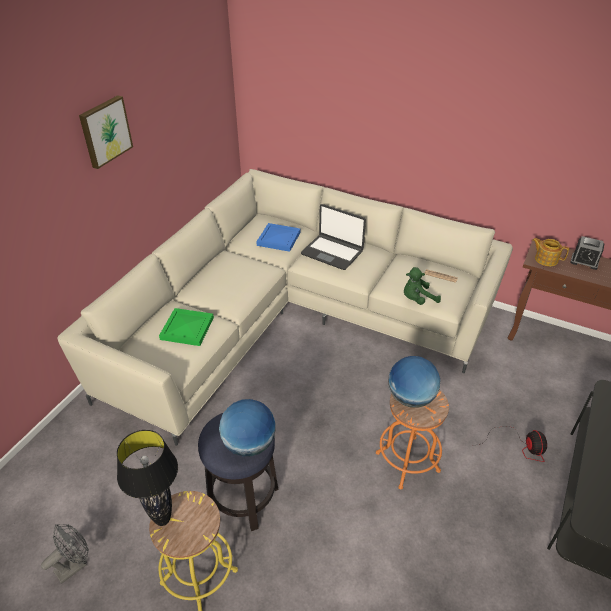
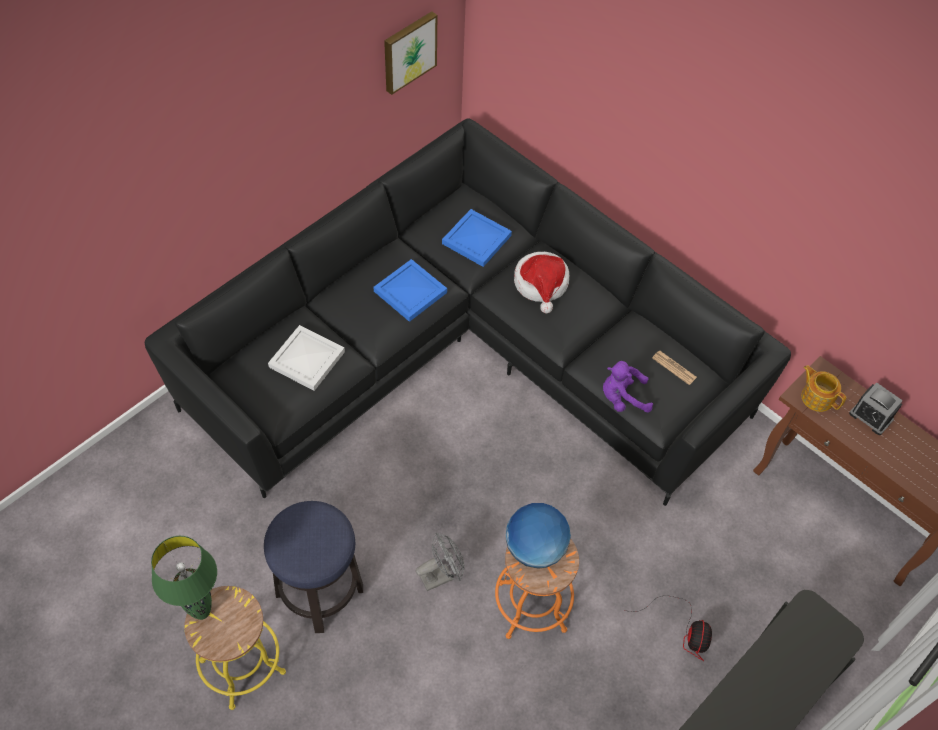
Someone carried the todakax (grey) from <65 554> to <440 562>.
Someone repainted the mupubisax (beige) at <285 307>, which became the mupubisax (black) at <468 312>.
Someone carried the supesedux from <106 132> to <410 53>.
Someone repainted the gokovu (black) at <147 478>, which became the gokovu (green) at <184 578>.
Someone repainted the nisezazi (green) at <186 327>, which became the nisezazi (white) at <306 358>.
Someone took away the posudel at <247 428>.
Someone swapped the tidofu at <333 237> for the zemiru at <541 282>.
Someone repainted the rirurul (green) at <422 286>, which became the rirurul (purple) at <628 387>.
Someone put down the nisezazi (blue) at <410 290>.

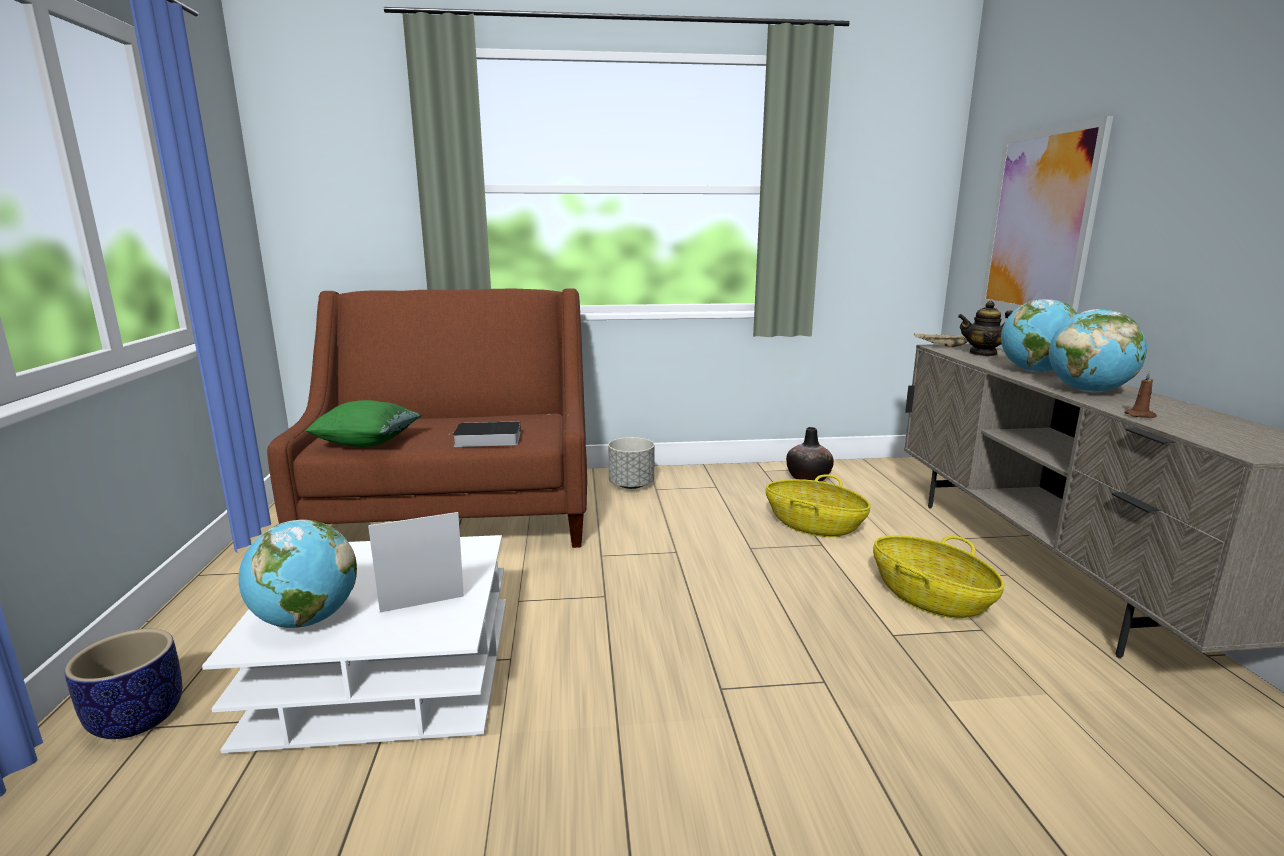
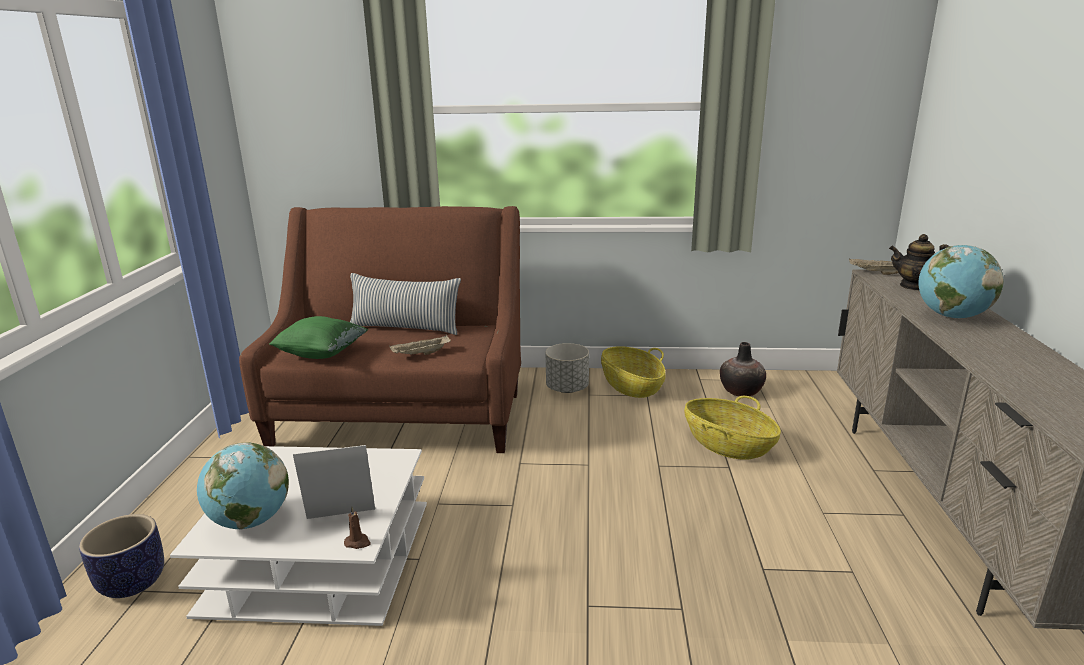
Someone swapped the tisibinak at <484 434> for the nisezazi (beige) at <420 345>.
Someone carried the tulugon from <939 576> to <633 372>.
Someone took away the supesedux at <1047 214>.
Someone took away the posudel at <1097 350>.
Someone carried the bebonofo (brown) from <1140 394> to <357 528>.
Someone put down the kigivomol at <405 304>.

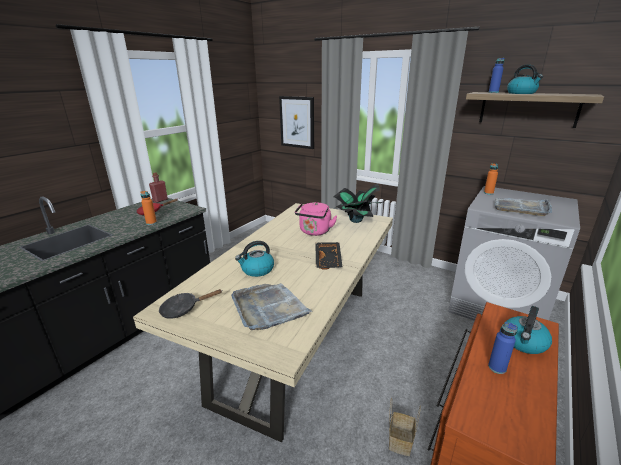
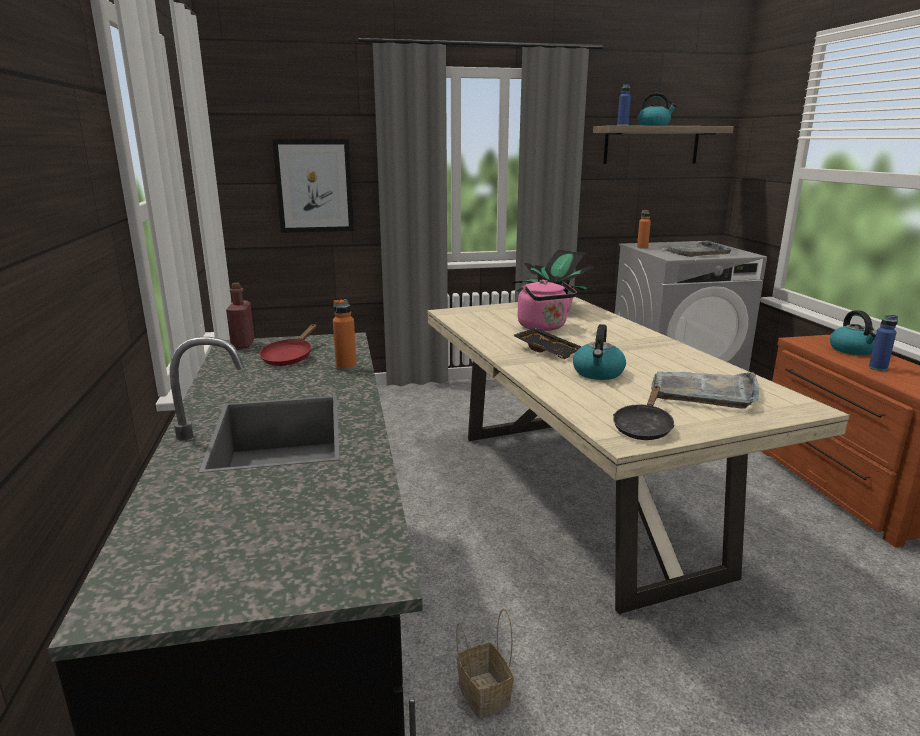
Someone carried the nisezazi (black) from <328 256> to <547 343>.
Someone carried the tulugon from <405 426> to <485 663>.

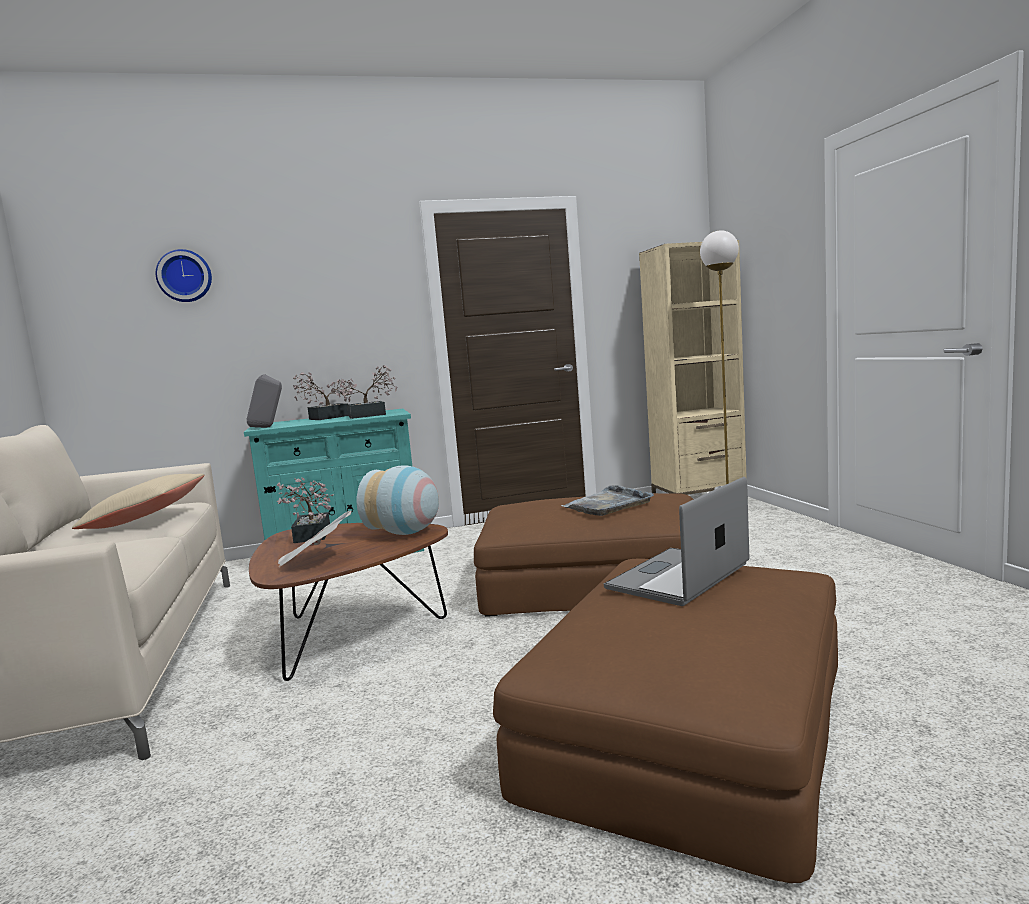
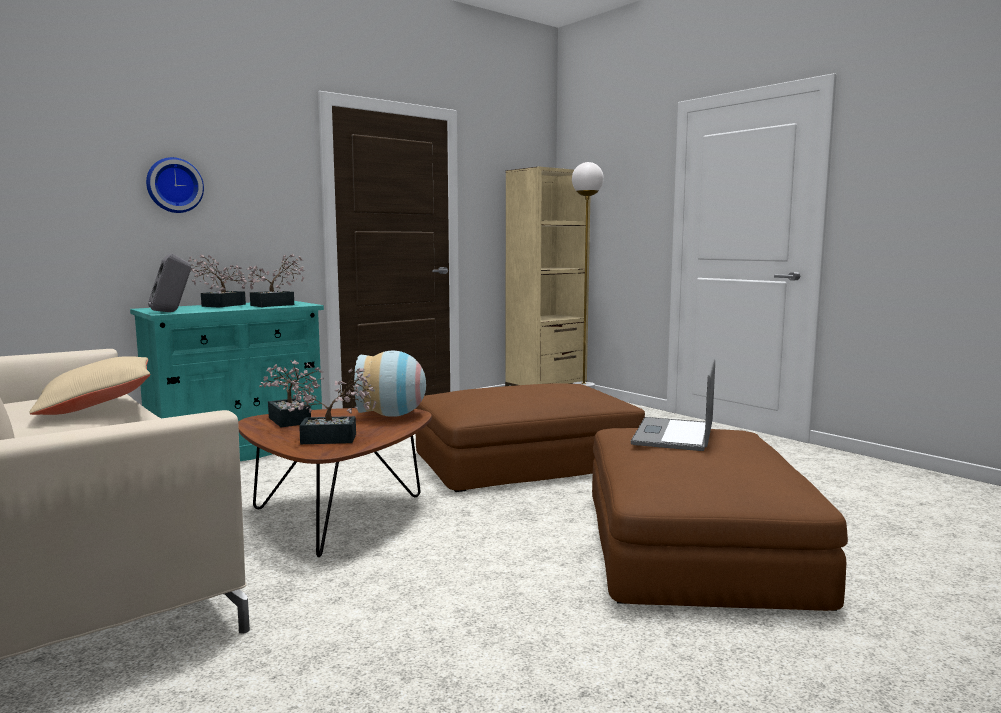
Someone carried the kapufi from <184 275> to <175 185>.
Someone swapped the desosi at <314 539> for the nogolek at <331 406>.
Someone took away the nisezazi (grey) at <607 500>.

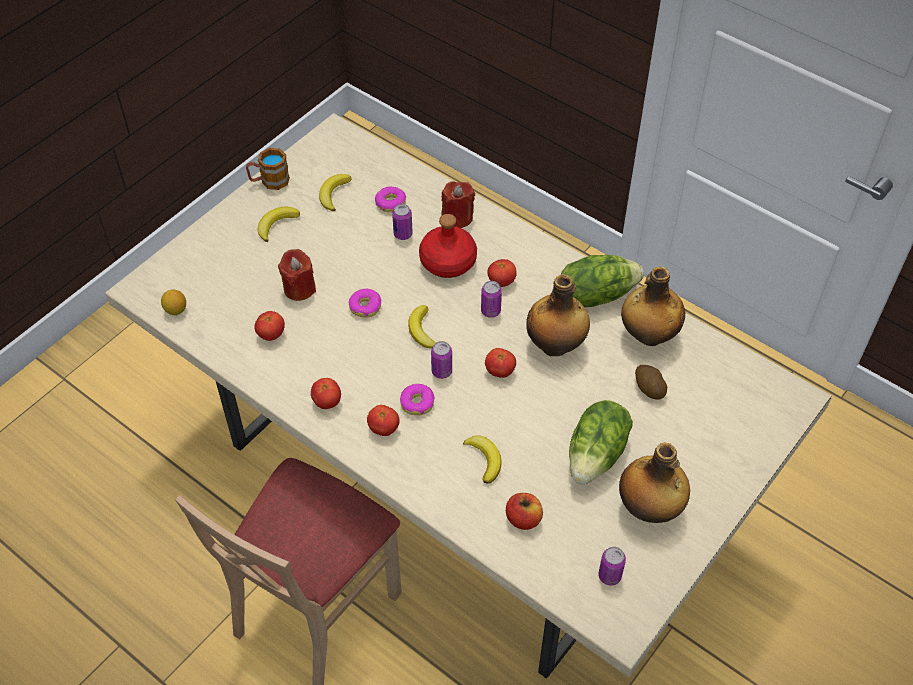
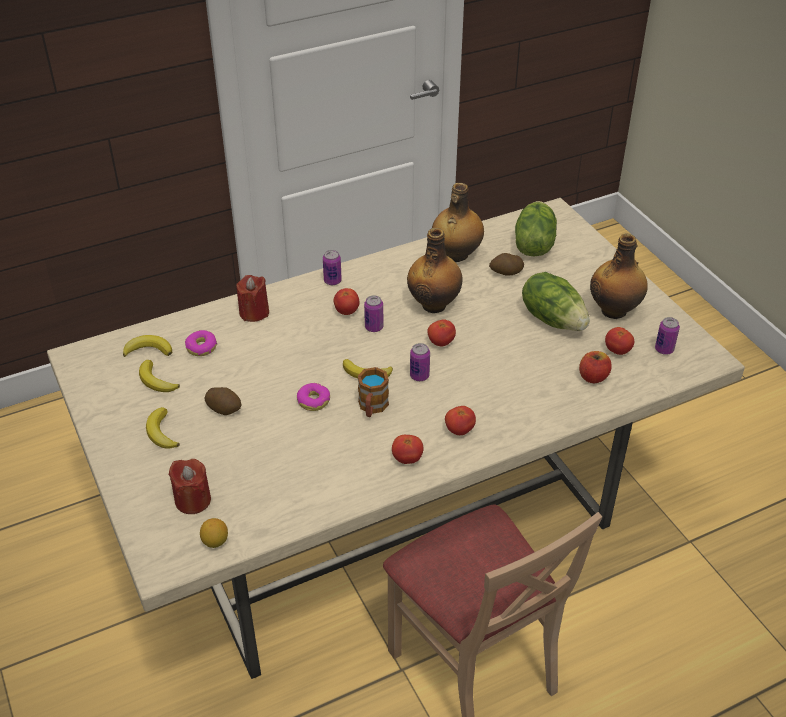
Someone carried the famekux from <268 169> to <373 392>.
Someone carried the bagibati from <270 326> to <619 341>.
Someone carried the bebonofo (red) from <297 275> to <190 486>.
Someone carried the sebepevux from <402 222> to <332 267>.
Someone took away the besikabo at <417 399>.
Someone took away the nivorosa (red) at <448 246>.
Someone carried the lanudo from <482 459> to <147 346>.
Someone carried the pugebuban from <602 281> to <536 229>.
Someone put down the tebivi at <223 401>.

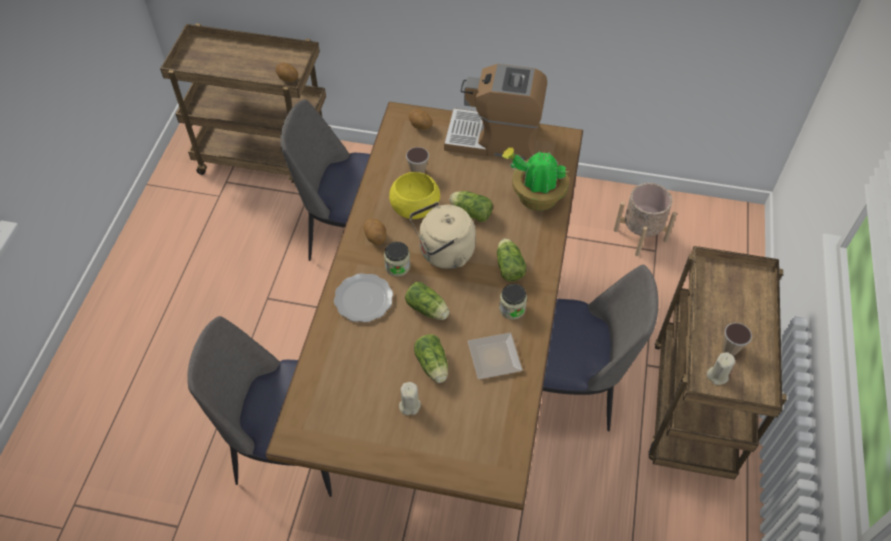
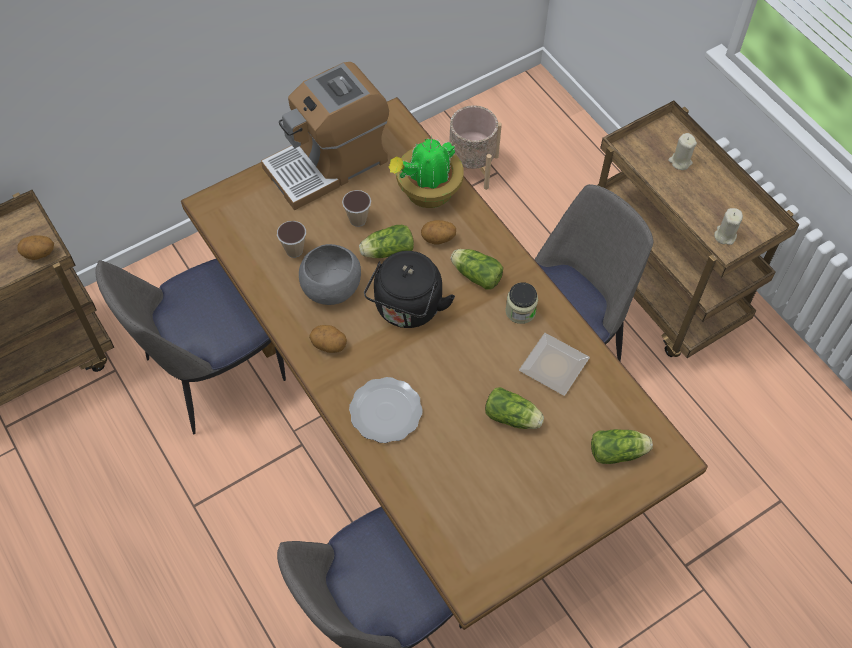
Someone took away the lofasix at <397 259>.
Someone repainted the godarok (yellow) at <414 195>, which became the godarok (grey) at <330 274>.
Someone carried the bebonofo (beige) from <410 398> to <682 151>.
Someone carried the pugebuban from <427 301> to <622 446>.
Someone carried the tebivi from <421 119> to <438 232>.
Someone repainted the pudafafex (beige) at <442 235>, which became the pudafafex (black) at <409 289>.
Someone carried the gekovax from <737 339> to <356 208>.

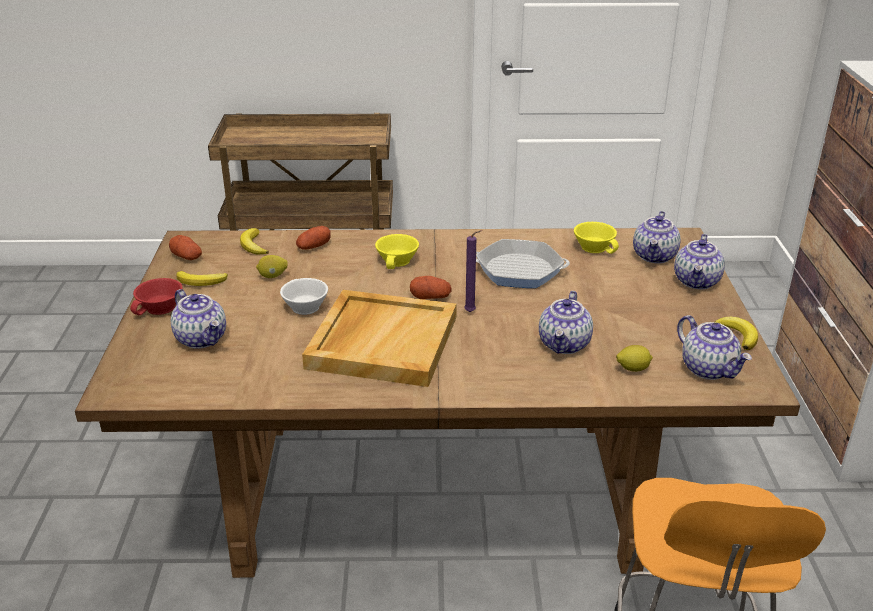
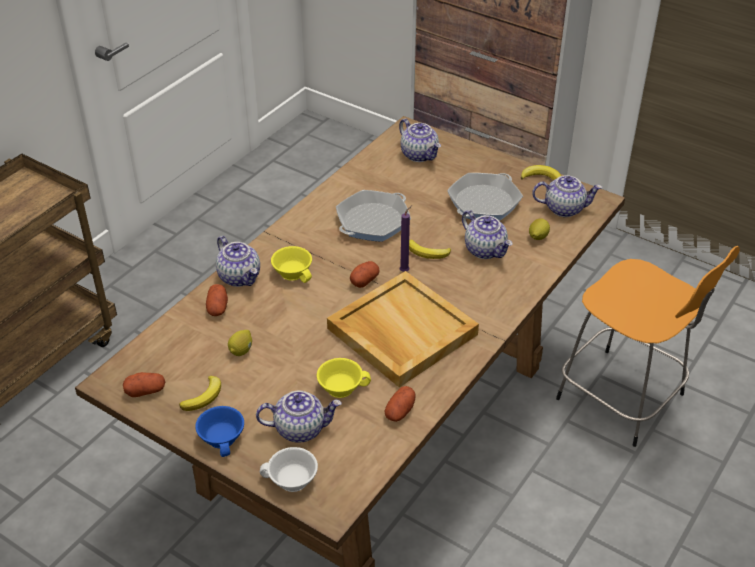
Someone repainted the gekovax (red) at <156 296>, which became the gekovax (blue) at <219 431>.
Someone carried the lanudo from <254 241> to <430 249>.
Someone carried the gekovax (white) from <304 296> to <289 469>.
Someone carried the gekovax (yellow) from <596 238> to <344 378>.
Someone carried the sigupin from <699 261> to <238 261>.
Someone put down the tebivi at <399 404>.
Someone put down the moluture at <485 197>.

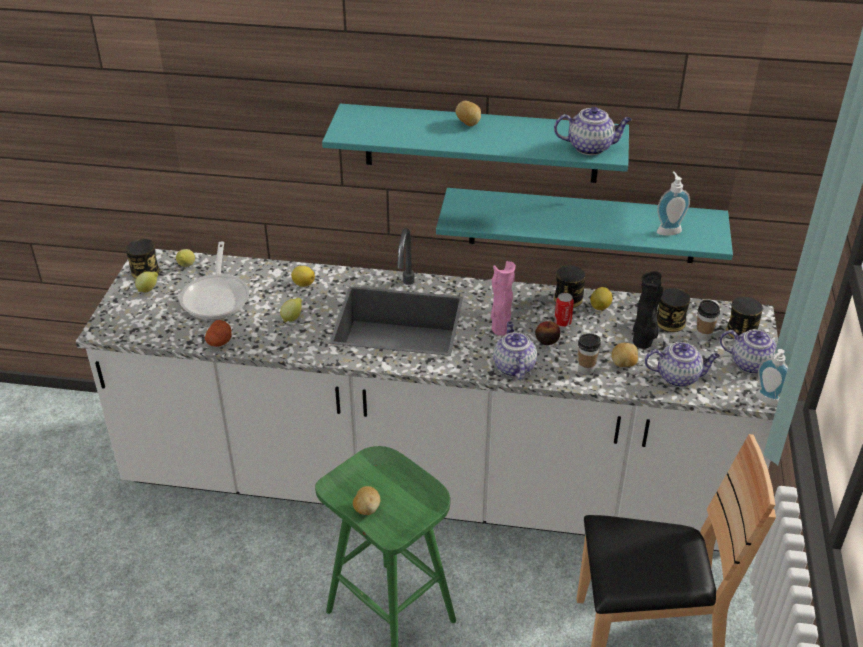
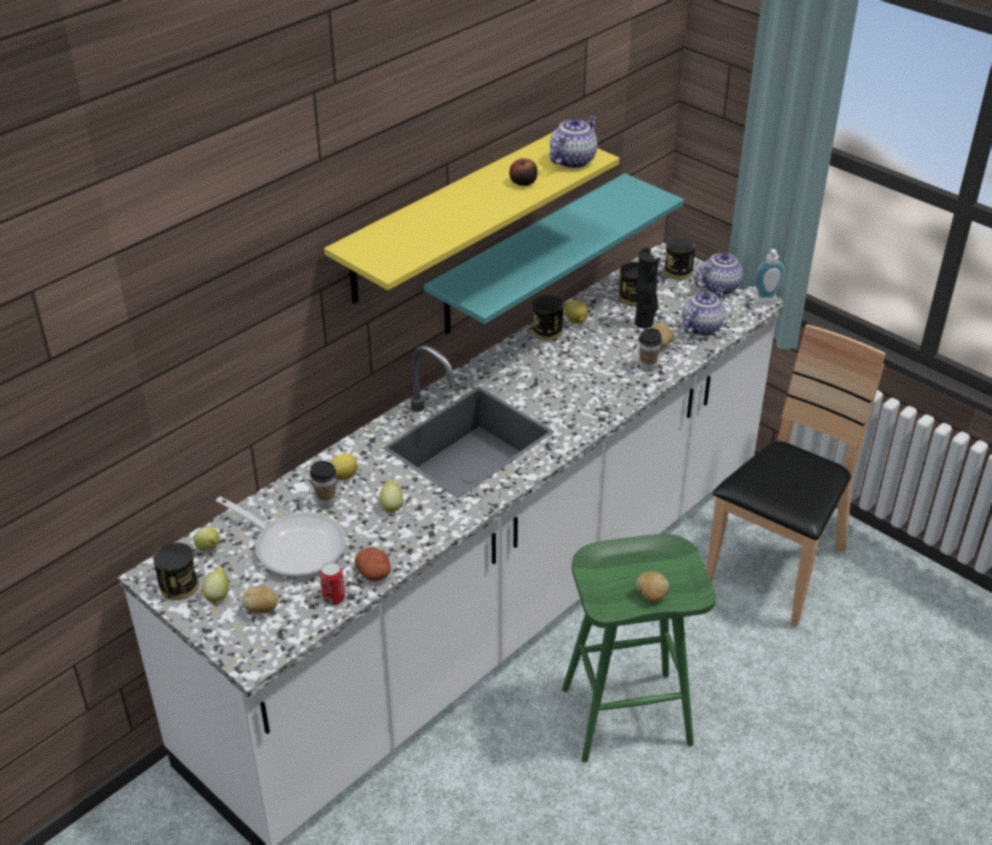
Someone repainted the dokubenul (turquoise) at <475 143>, which became the dokubenul (yellow) at <471 218>.
Someone carried the tebivi from <468 113> to <260 599>.
Someone took away the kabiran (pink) at <503 298>.
Someone took away the sigupin at <515 350>.
Someone carried the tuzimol from <547 333> to <523 172>.
Someone carried the sebepevux from <564 310> to <332 583>.
Someone took away the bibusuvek at <673 204>.
Someone carried the gekovax from <708 320> to <323 484>.

